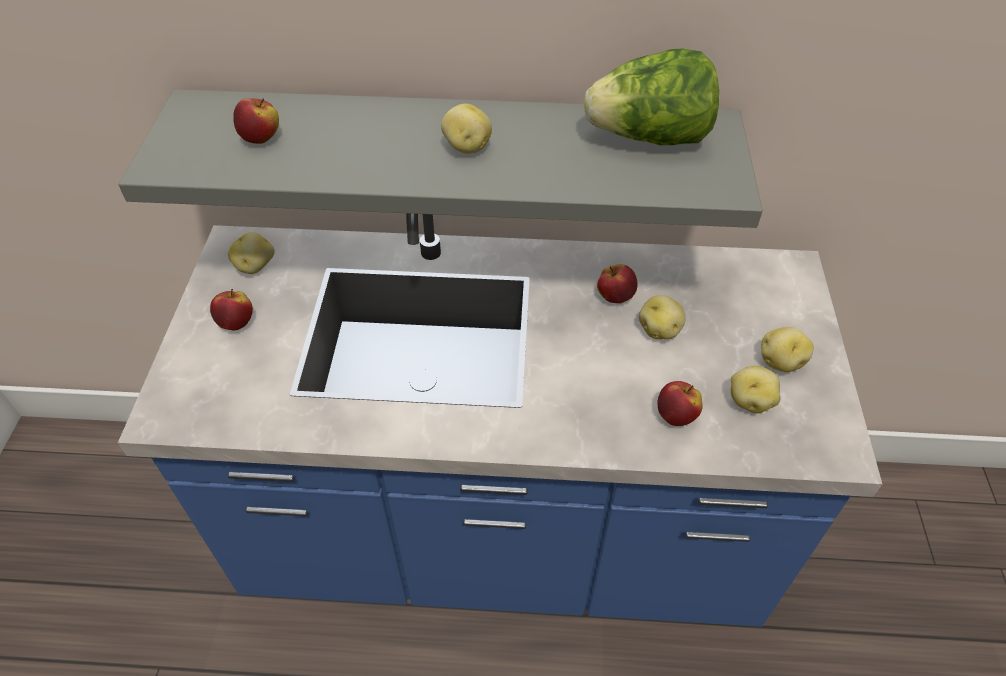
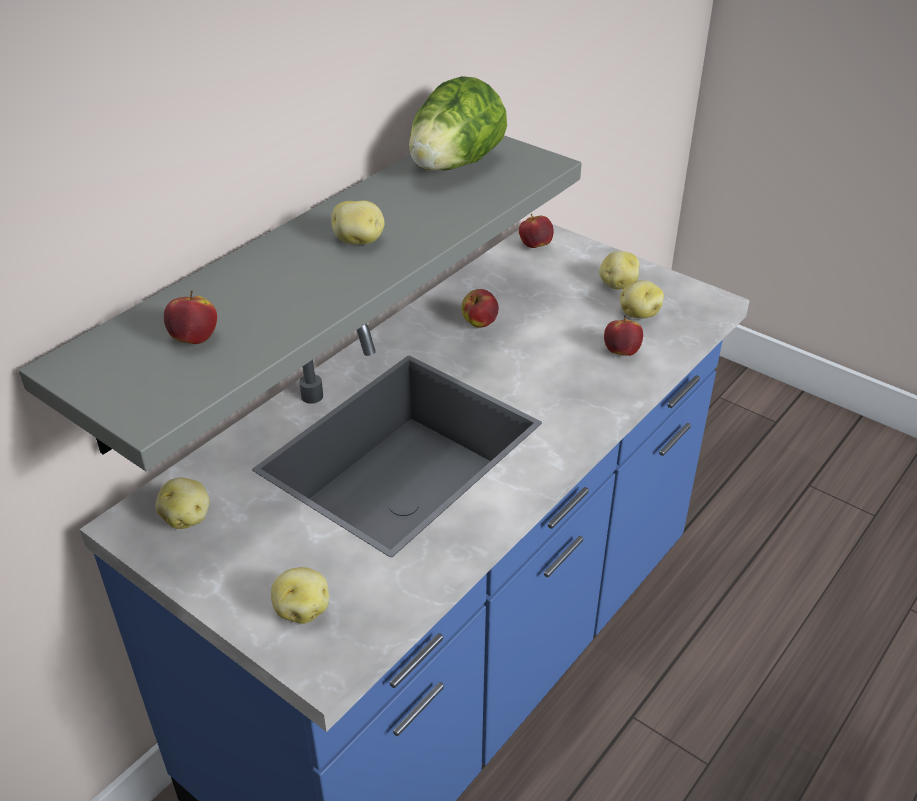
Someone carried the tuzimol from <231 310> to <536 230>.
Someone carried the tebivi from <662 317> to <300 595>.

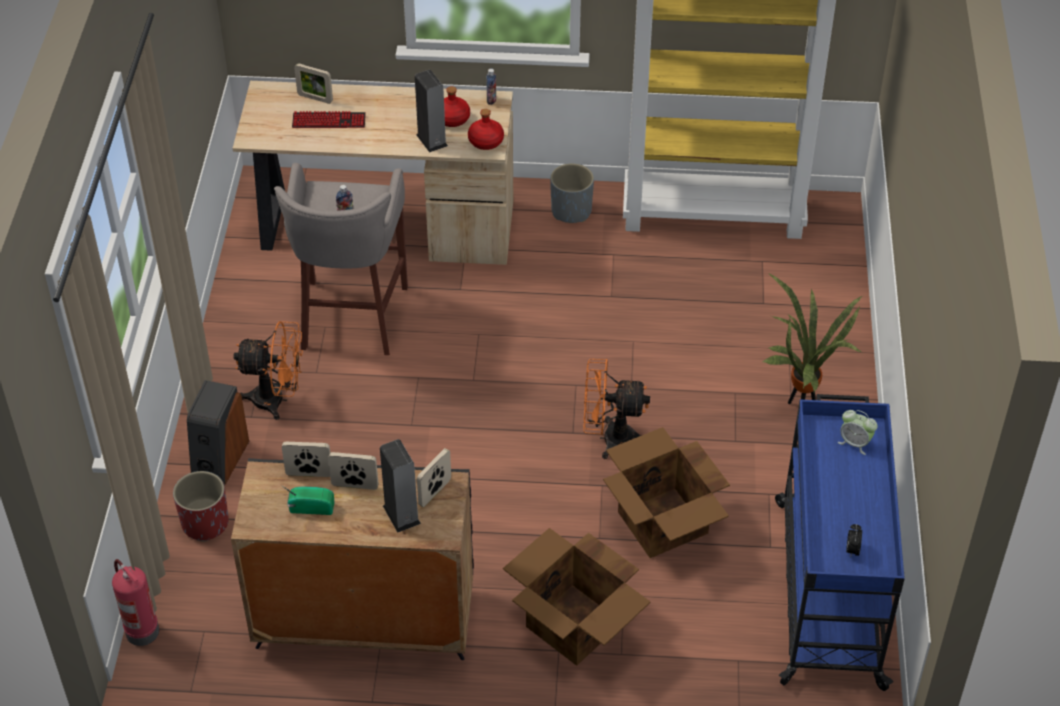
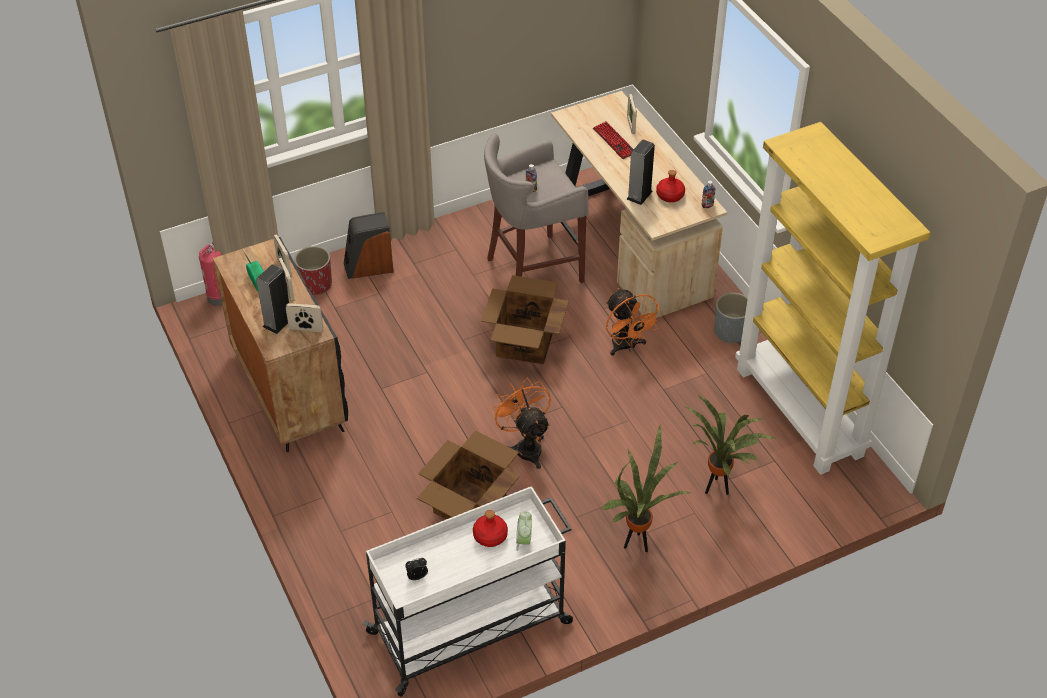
Someone carried the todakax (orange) from <268 370> to <634 322>.
Someone carried the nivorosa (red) from <486 129> to <490 528>.
Someone carried the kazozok from <576 597> to <525 319>.
Someone repainted the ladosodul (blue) at <840 542>, which became the ladosodul (white) at <468 591>.
Someone put down the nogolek at <731 445>.

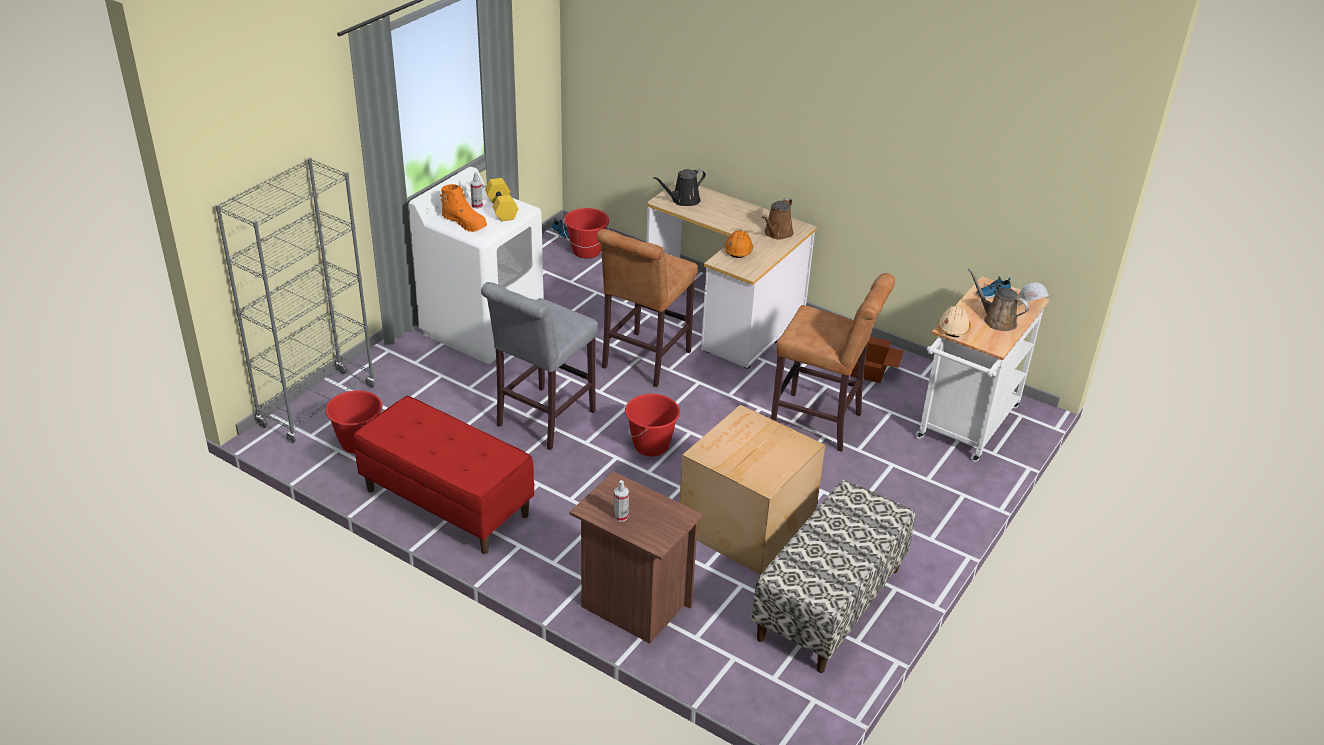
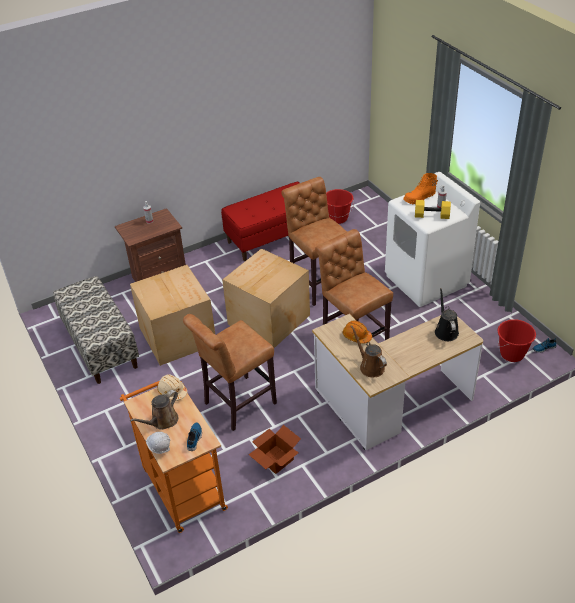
Someone took away the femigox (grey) at <295 300>.
Someone repainted the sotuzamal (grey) at <539 366>, which became the sotuzamal (brown) at <314 241>.
Someone swapped the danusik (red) at <652 425> for the kazozok at <266 298>.
Someone repainted the ladosodul (white) at <982 369>, which became the ladosodul (orange) at <174 457>.
Someone rotated the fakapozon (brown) at <998 299> by 150 degrees clockwise.

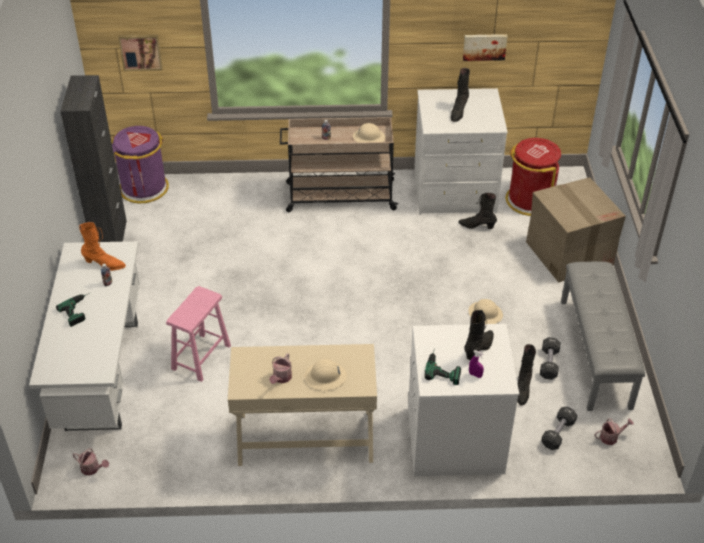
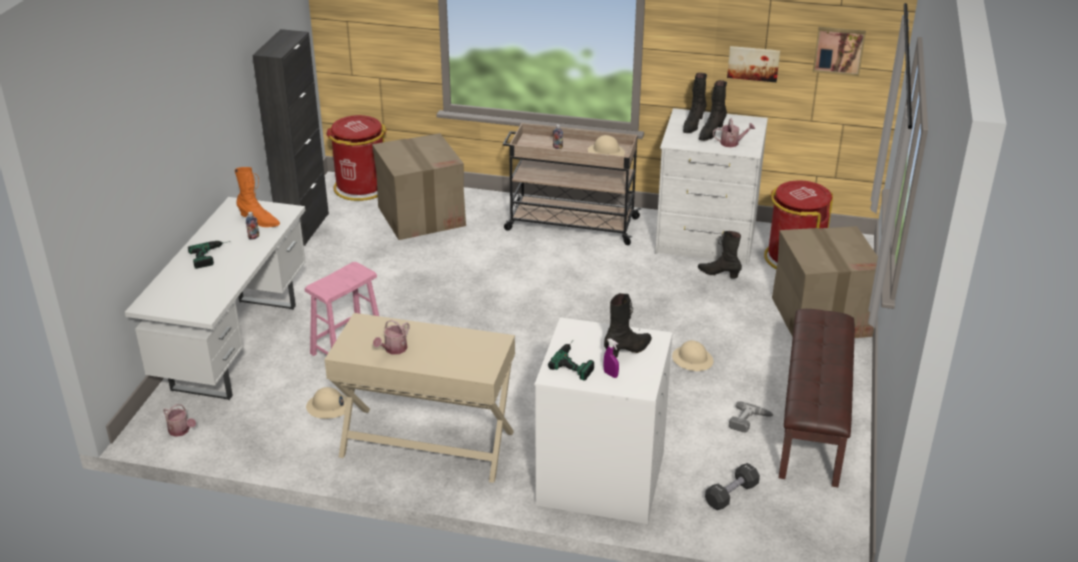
Someone repainted the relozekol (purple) at <140 164>, which became the relozekol (red) at <356 158>.
Someone carried the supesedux from <140 52> to <839 51>.
Someone carried the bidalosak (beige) from <325 374> to <326 403>.
Someone carried the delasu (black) from <526 374> to <695 103>.
Someone swapped the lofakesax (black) at <550 358> for the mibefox at <751 417>.
Someone repainted the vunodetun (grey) at <603 336>, which became the vunodetun (brown) at <817 398>.
Someone carried the fakapozon from <614 431> to <734 132>.
Someone put down the kazozok at <419 186>.

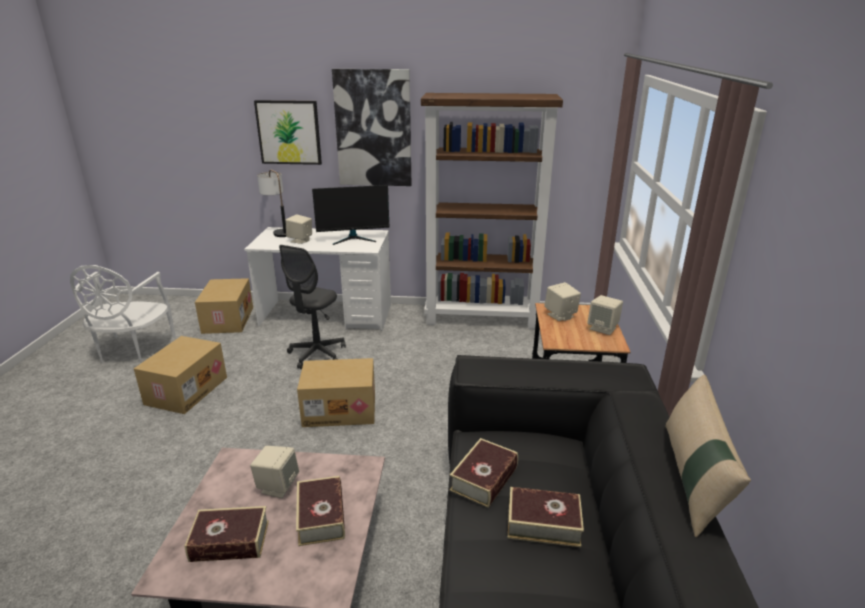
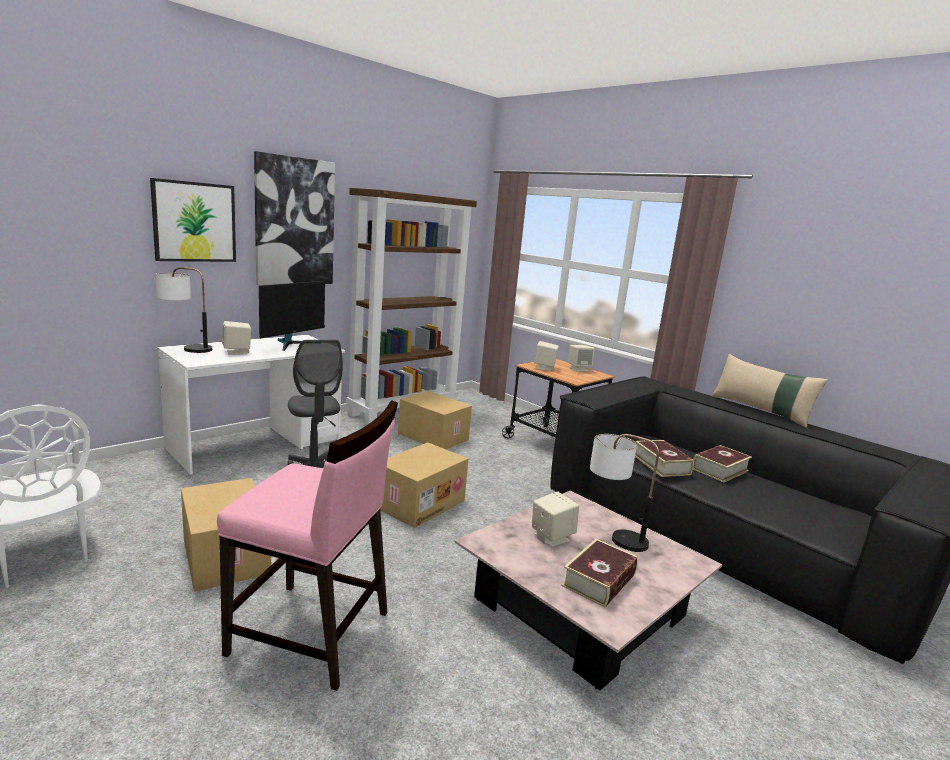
Someone carried the kazozok from <224 306> to <435 420>.
Someone swapped the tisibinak at <320 511> for the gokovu at <624 493>.
Someone put down the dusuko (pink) at <307 545>.

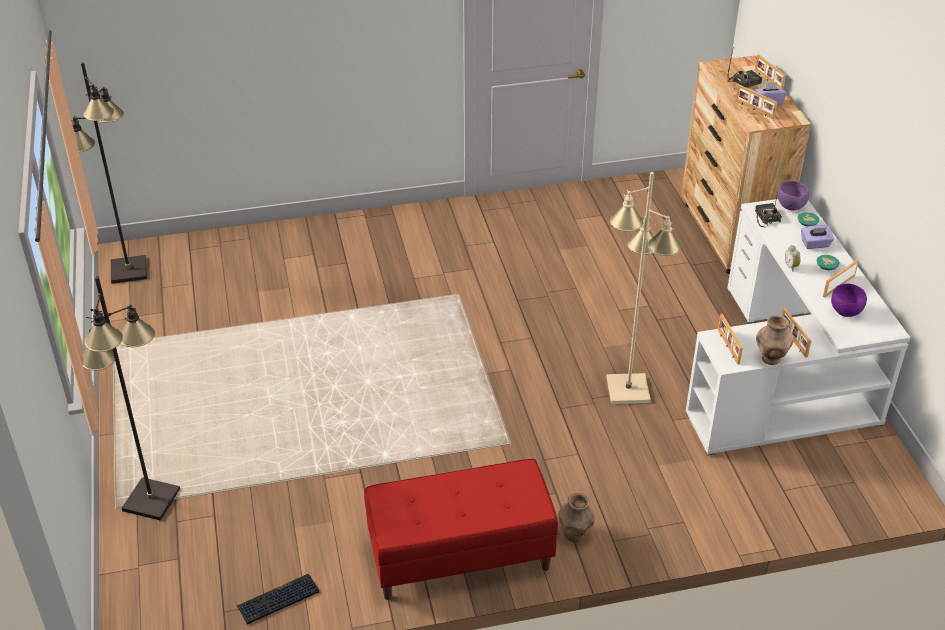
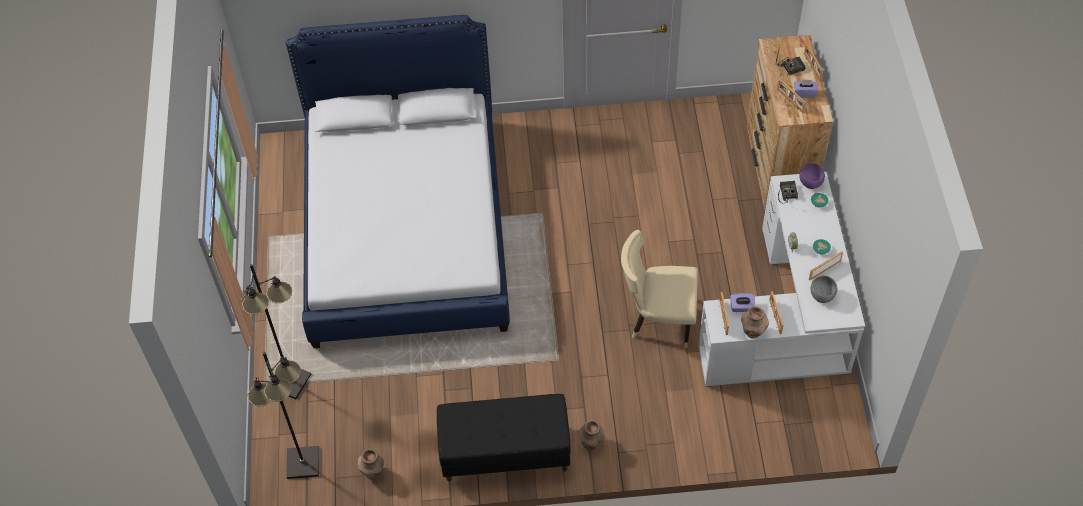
Someone carried the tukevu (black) from <109 173> to <283 415>.
Someone swapped the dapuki at <278 599> for the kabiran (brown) at <371 464>.
Someone repainted the vunodetun (red) at <461 529>, which became the vunodetun (black) at <503 438>.
Someone swapped the tukevu (beige) at <643 288> for the dusuko (beige) at <659 289>.
Someone carried the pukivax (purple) from <817 237> to <742 302>.
Someone repainted the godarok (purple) at <849 300>, which became the godarok (grey) at <824 289>.
Someone put down the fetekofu at <398 181>.

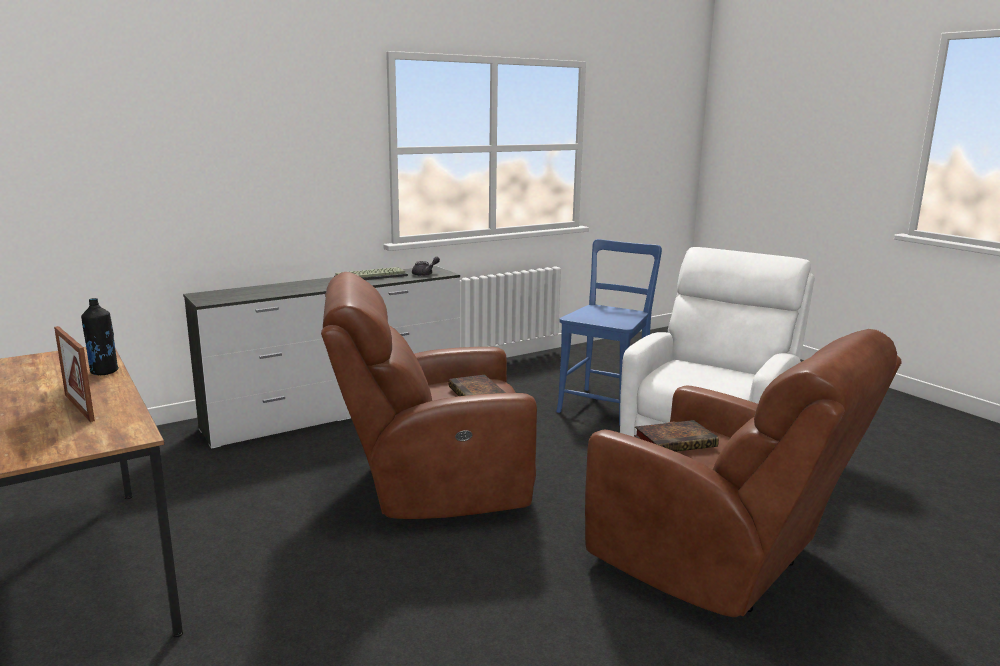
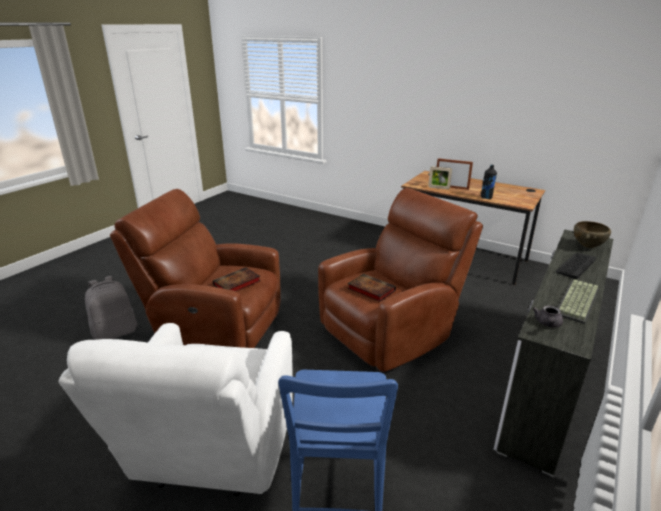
Someone put down the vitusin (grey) at <111 308>.
Someone put down the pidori at <440 177>.
Someone put down the dapuki at <576 266>.
Someone put down the godarok (brown) at <592 234>.

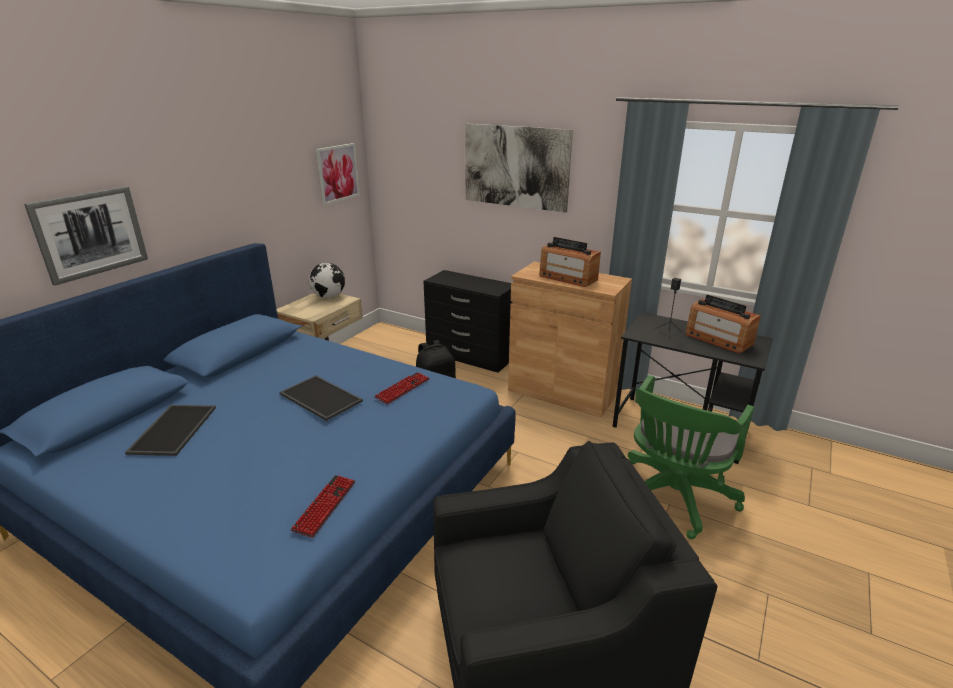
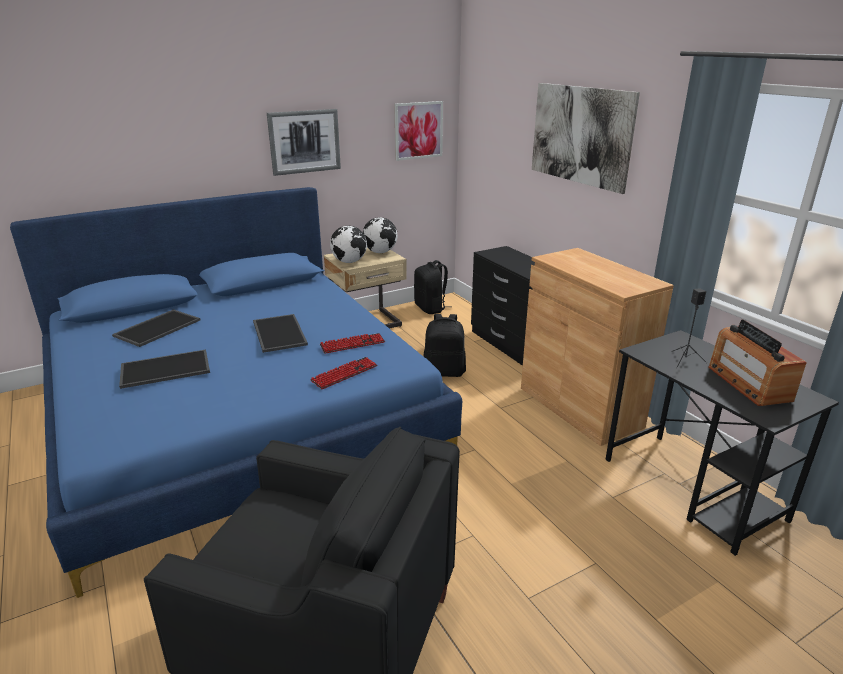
Someone carried the supesedux from <86 236> to <304 142>.
Someone carried the dapuki from <323 506> to <343 373>.
Someone took away the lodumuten at <570 262>.
Someone took away the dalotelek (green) at <690 457>.
Someone put down the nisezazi at <164 369>.
Someone put down the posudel at <348 244>.
Someone put down the vitusin (black) at <433 287>.

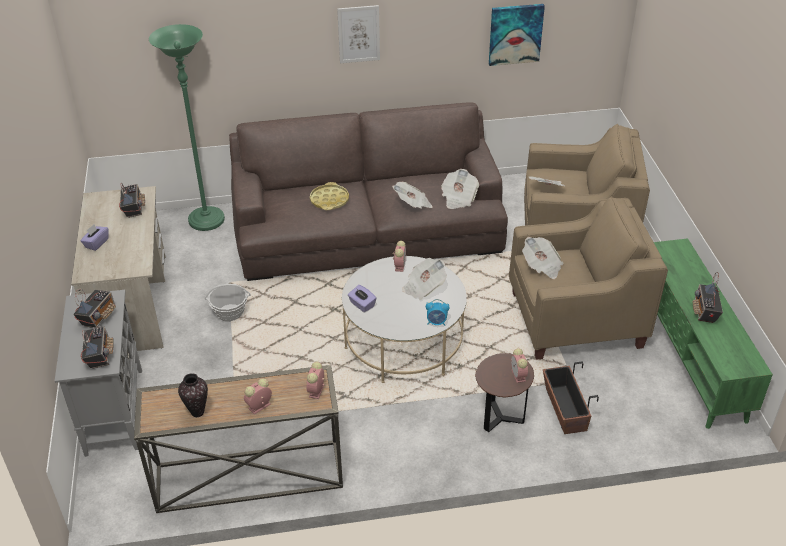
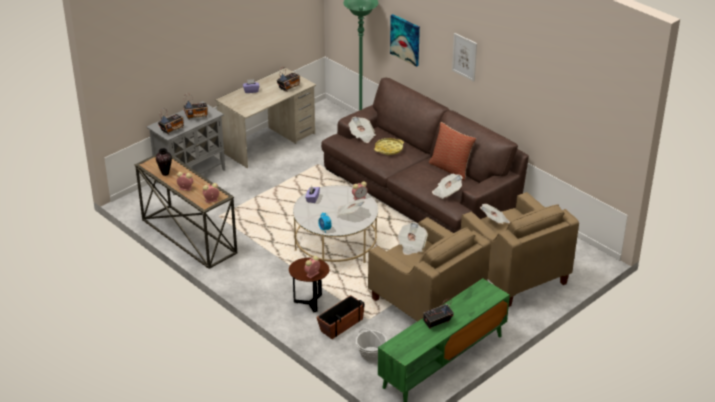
Someone carried the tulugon from <227 303> to <371 344>.
Someone carried the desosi from <412 195> to <362 130>.
Someone carried the supesedux from <517 35> to <405 40>.
Someone put down the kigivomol at <452 151>.

